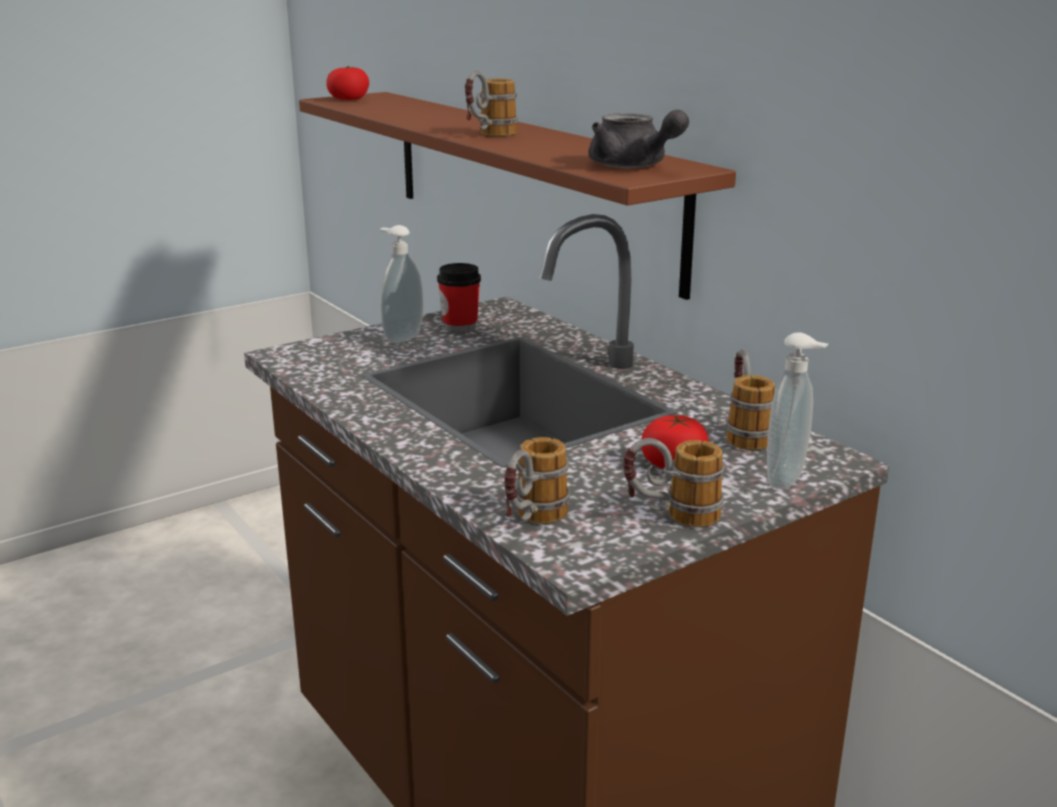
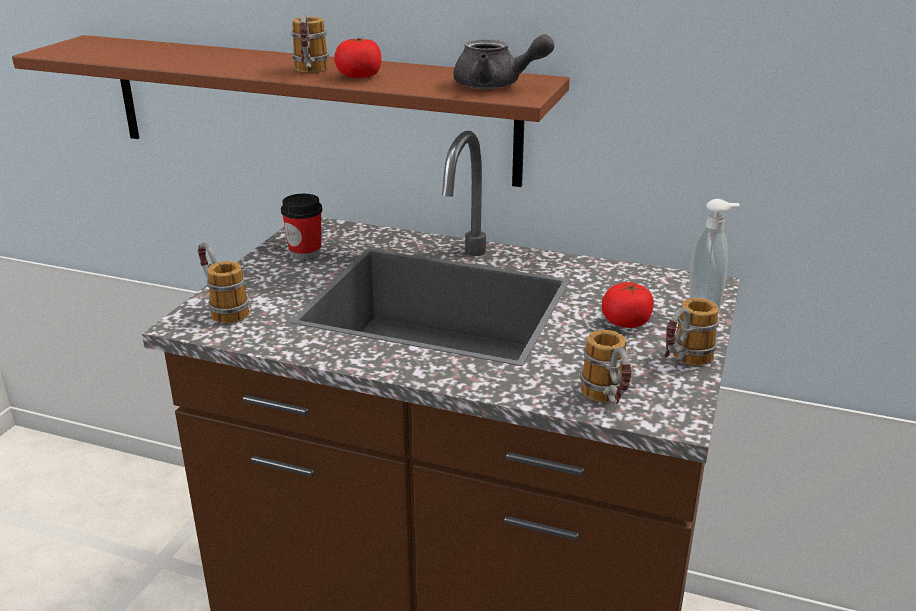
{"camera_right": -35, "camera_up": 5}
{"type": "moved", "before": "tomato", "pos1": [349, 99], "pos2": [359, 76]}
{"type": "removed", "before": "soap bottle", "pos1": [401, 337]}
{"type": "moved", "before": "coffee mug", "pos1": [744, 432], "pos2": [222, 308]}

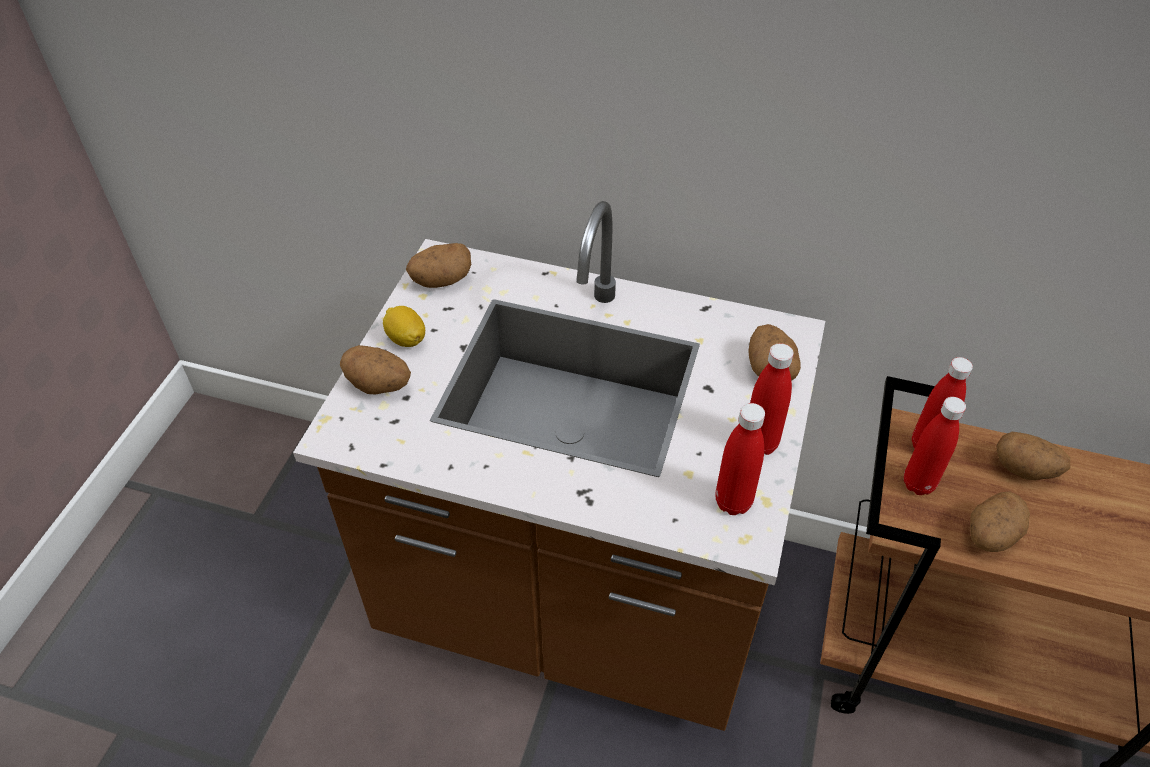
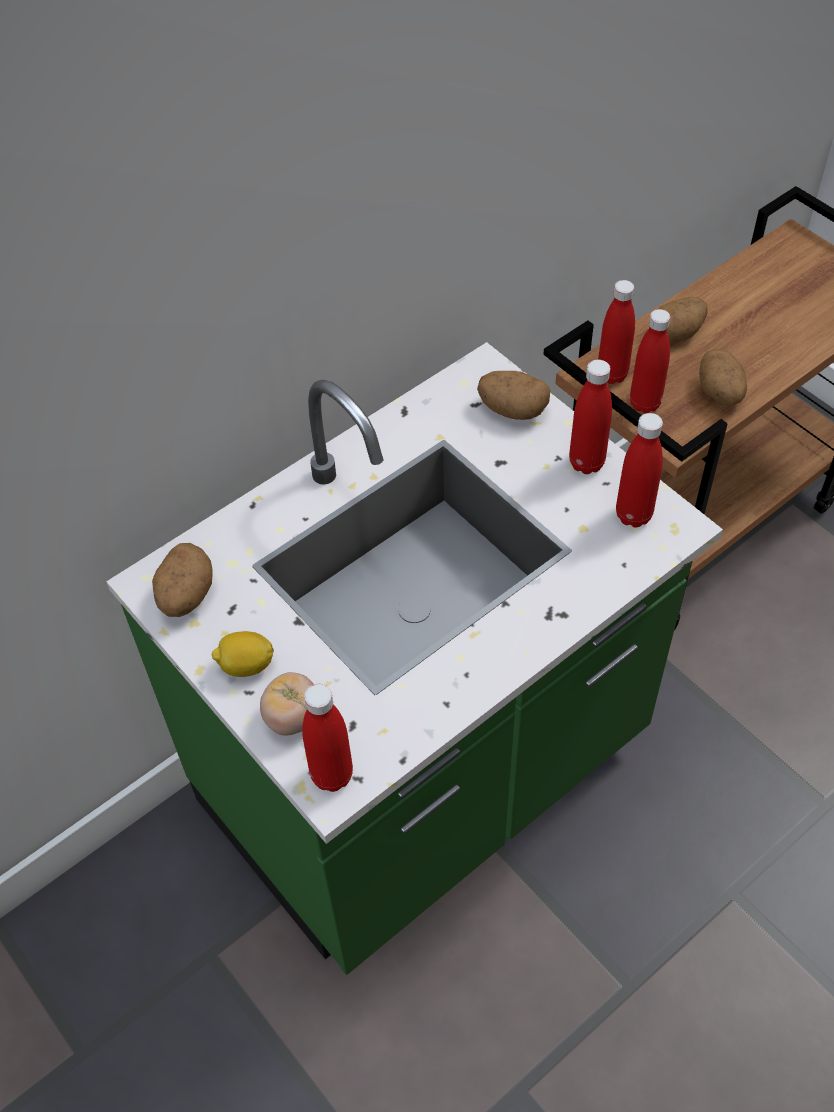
{"camera_right": -55, "camera_up": 5}
{"type": "recoloured", "before": "brown kitchen base unit", "after": "green kitchen base unit", "pos1": [575, 601], "pos2": [426, 777]}
{"type": "replaced", "before": "whole potato", "after": "tomato", "pos1": [380, 385], "pos2": [292, 717]}
{"type": "added", "after": "red beverage bottle", "pos2": [332, 775]}

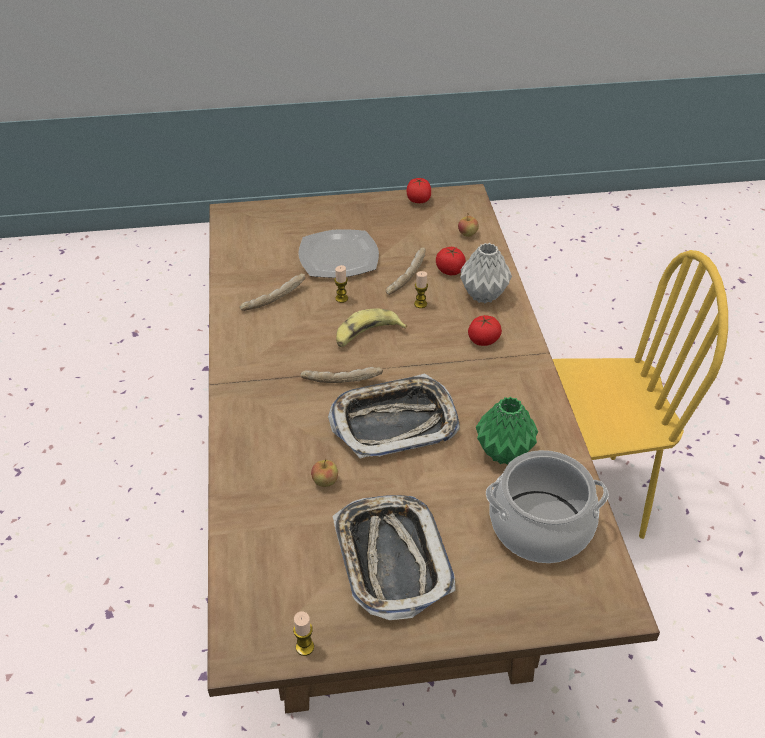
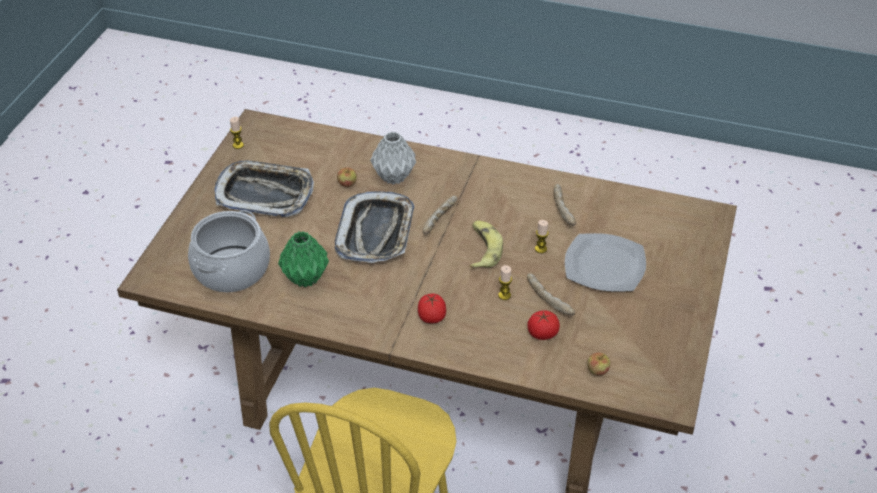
{"camera_right": 115, "camera_up": 0}
{"type": "removed", "before": "tomato", "pos1": [418, 200]}
{"type": "moved", "before": "gray vase", "pos1": [483, 294], "pos2": [394, 177]}

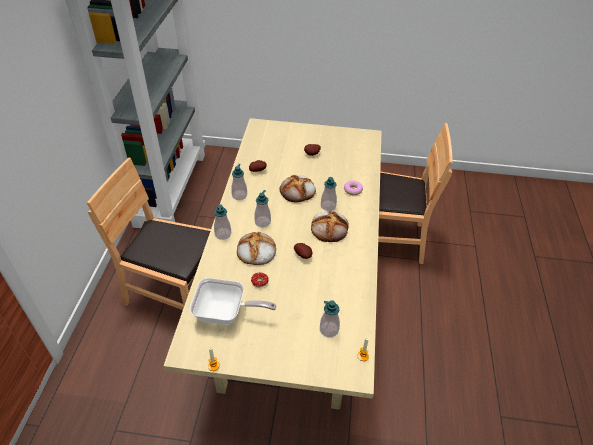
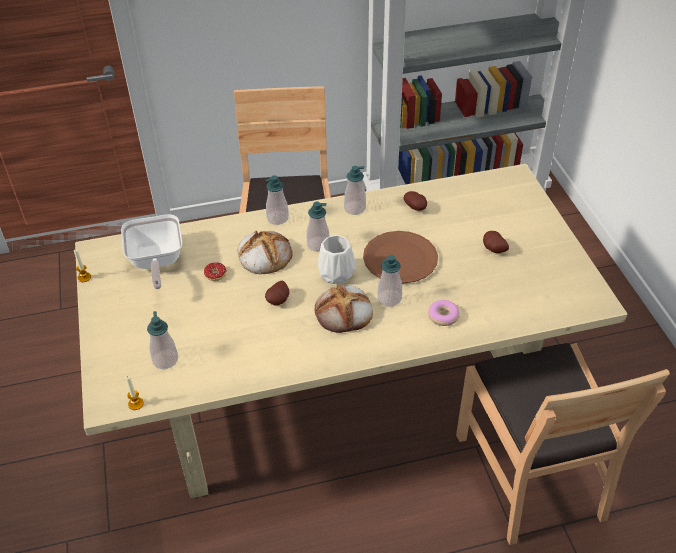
{"camera_right": 70, "camera_up": 0}
{"type": "replaced", "before": "bread", "after": "brown dinner plate", "pos1": [298, 191], "pos2": [400, 259]}
{"type": "added", "after": "whitish vase", "pos2": [336, 274]}

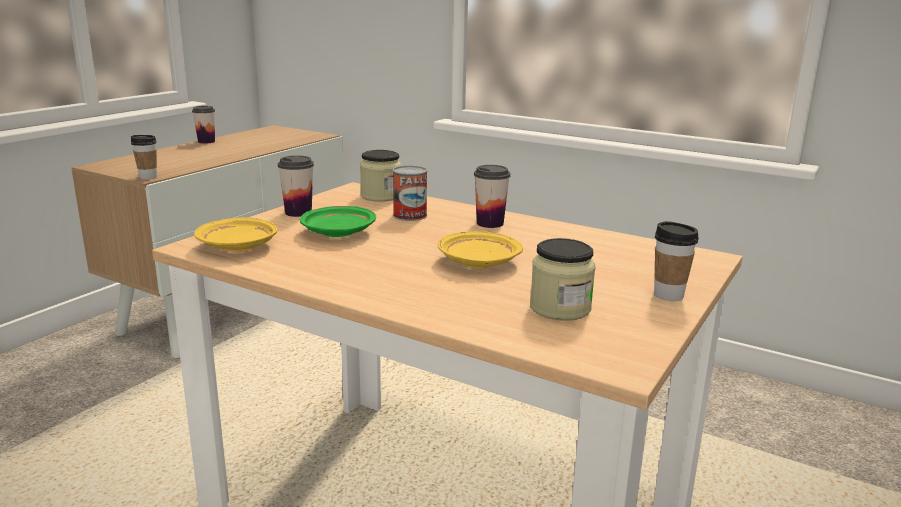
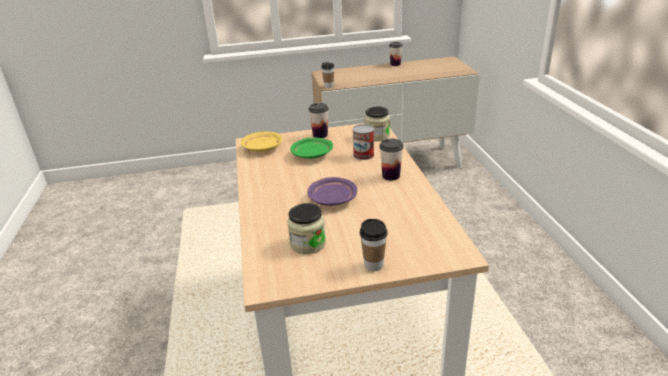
{"camera_right": 50, "camera_up": 10}
{"type": "recoloured", "before": "yellowish dinner plate", "after": "purple-coloured dinner plate", "pos1": [478, 262], "pos2": [332, 199]}

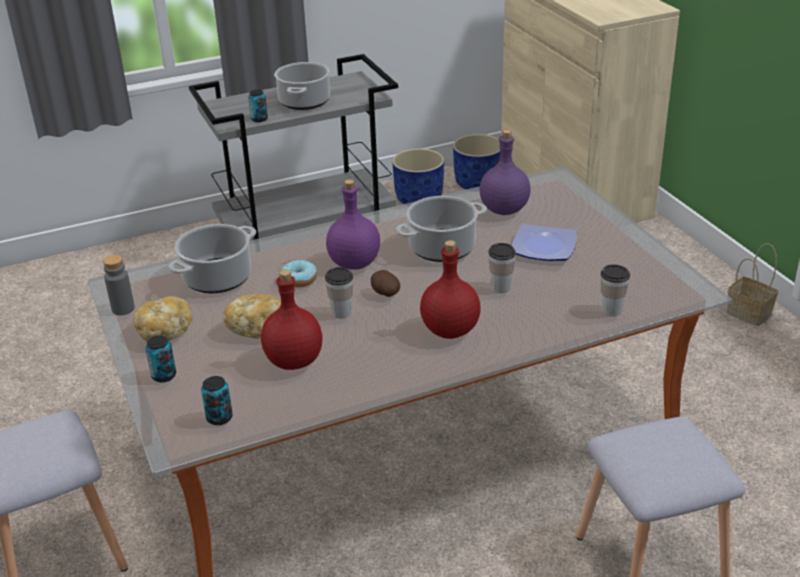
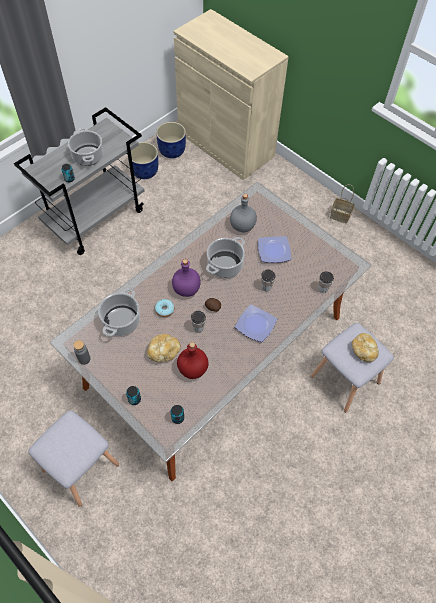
{"camera_right": -25, "camera_up": 25}
{"type": "moved", "before": "bread", "pos1": [165, 331], "pos2": [363, 350]}
{"type": "replaced", "before": "red beverage bottle", "after": "dinner plate", "pos1": [451, 330], "pos2": [256, 324]}
{"type": "recoloured", "before": "purple-coloured beverage bottle", "after": "gray beverage bottle", "pos1": [505, 209], "pos2": [243, 226]}

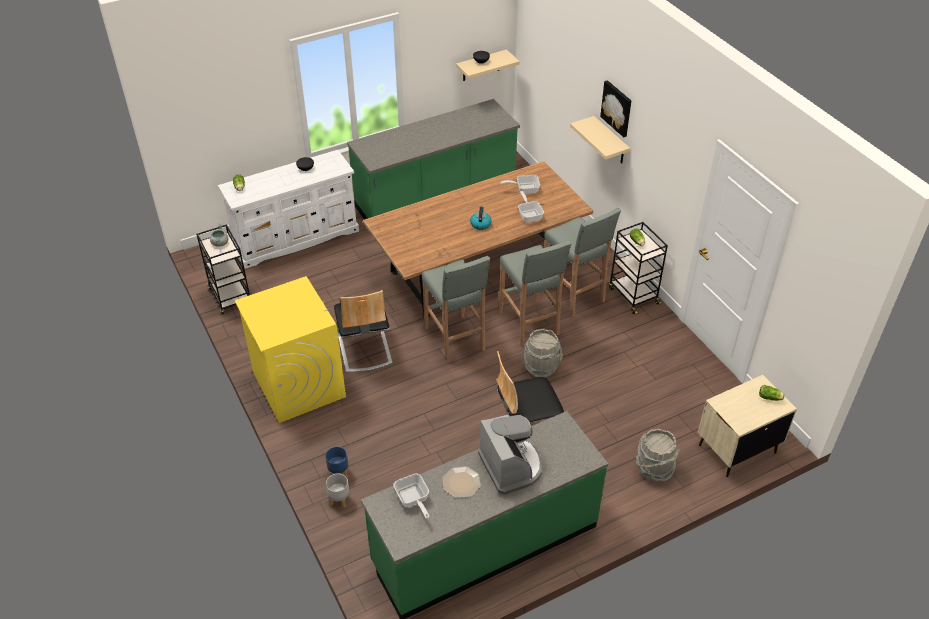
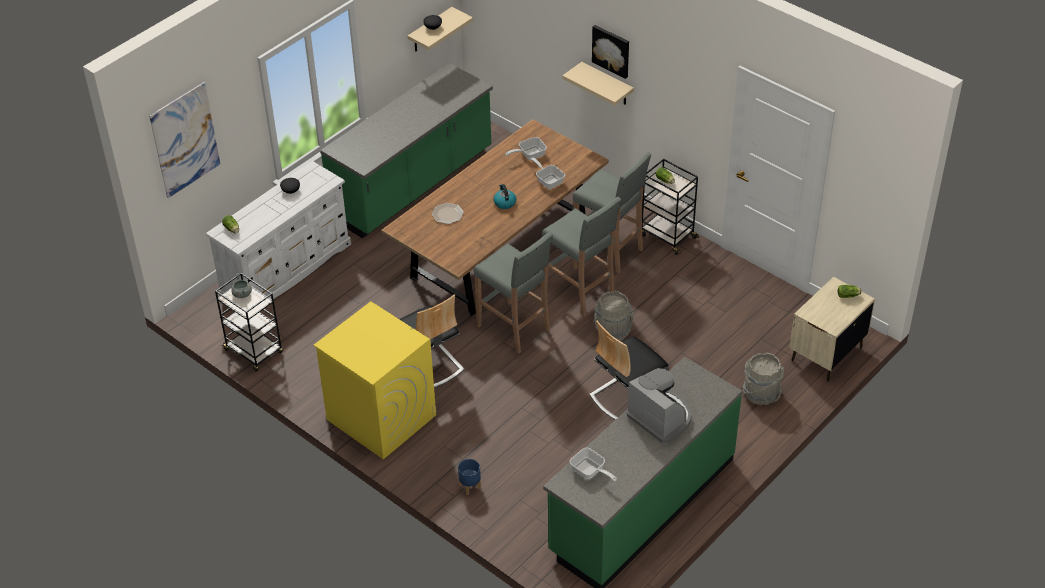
{"camera_right": -20, "camera_up": 0}
{"type": "removed", "before": "gray plant pot", "pos1": [339, 500]}
{"type": "moved", "before": "dinner plate", "pos1": [461, 482], "pos2": [447, 214]}
{"type": "added", "after": "wall picture", "pos2": [185, 140]}

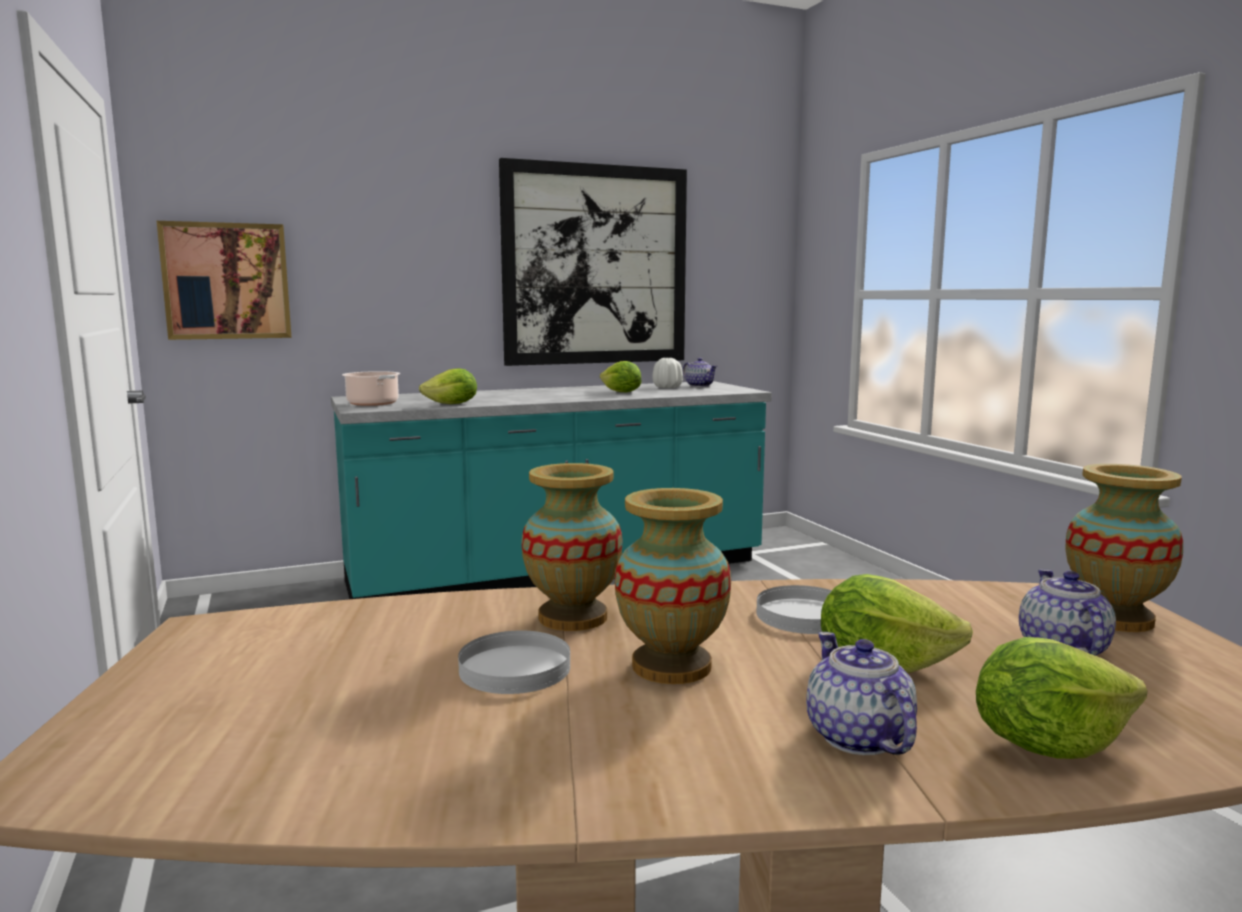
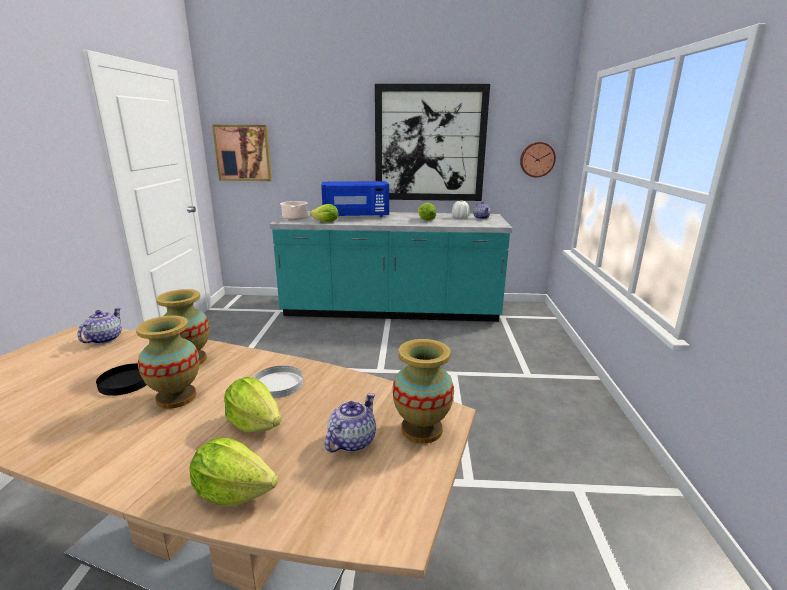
{"camera_right": 25, "camera_up": 10}
{"type": "recoloured", "before": "whitish dinner plate", "after": "blackish dinner plate", "pos1": [516, 668], "pos2": [126, 382]}
{"type": "moved", "before": "pot for tea", "pos1": [858, 738], "pos2": [104, 339]}
{"type": "added", "after": "blue-coloured kitchen microwave", "pos2": [356, 216]}
{"type": "added", "after": "clock on the wall", "pos2": [537, 159]}

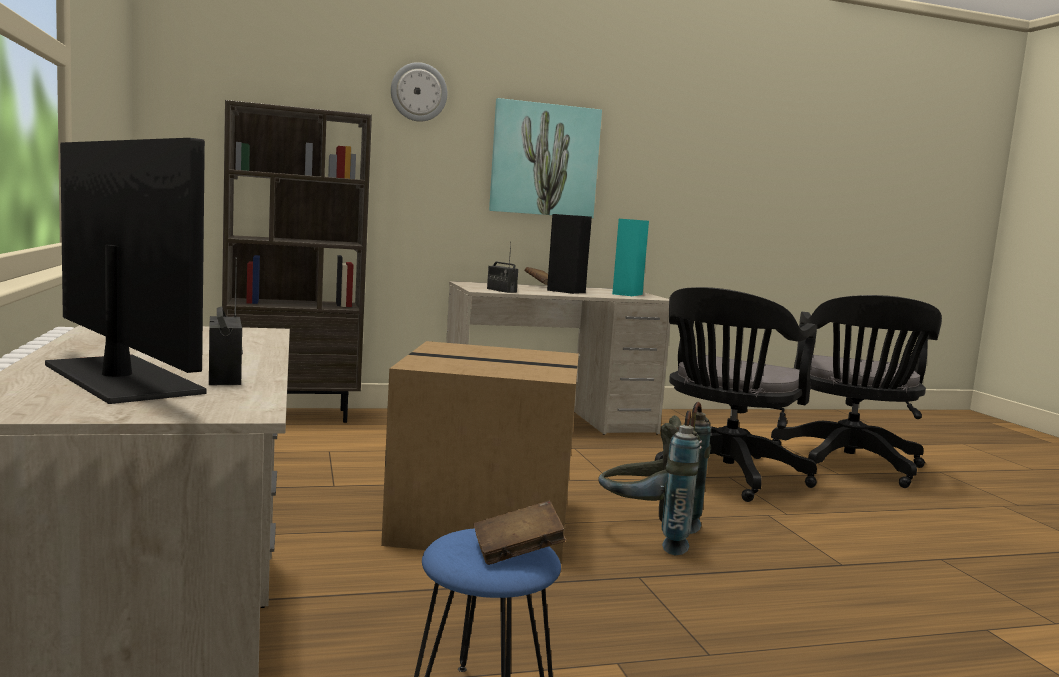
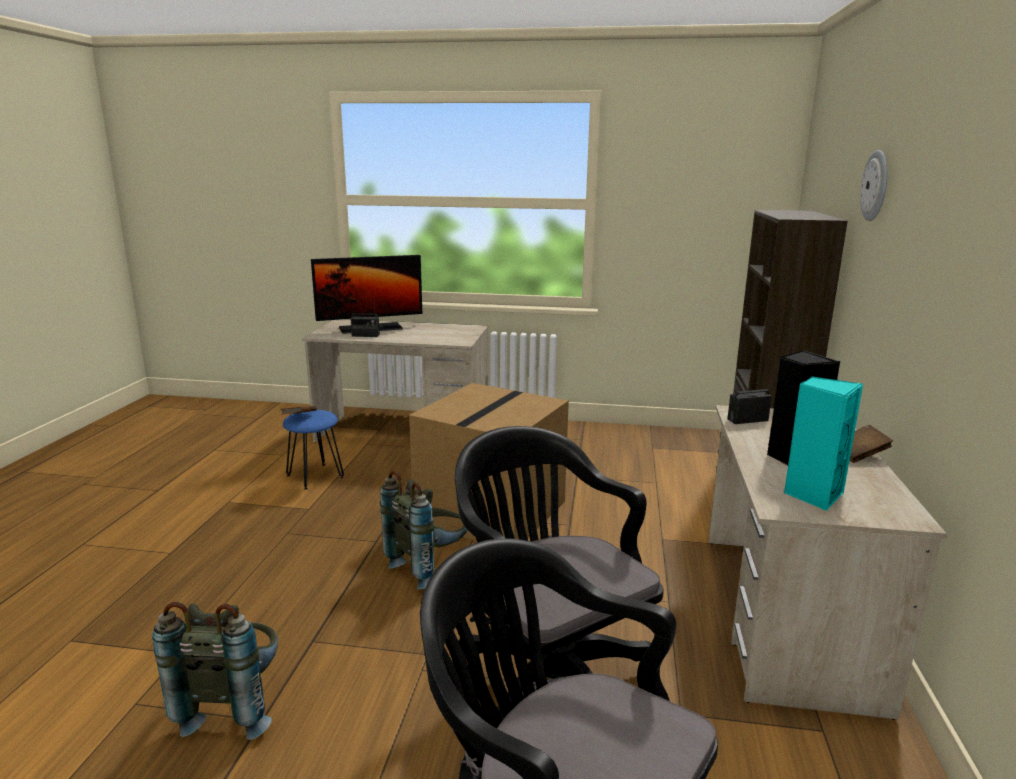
{"camera_right": 115, "camera_up": 10}
{"type": "removed", "before": "wall picture", "pos1": [544, 160]}
{"type": "added", "after": "gray rucksack", "pos2": [233, 705]}

